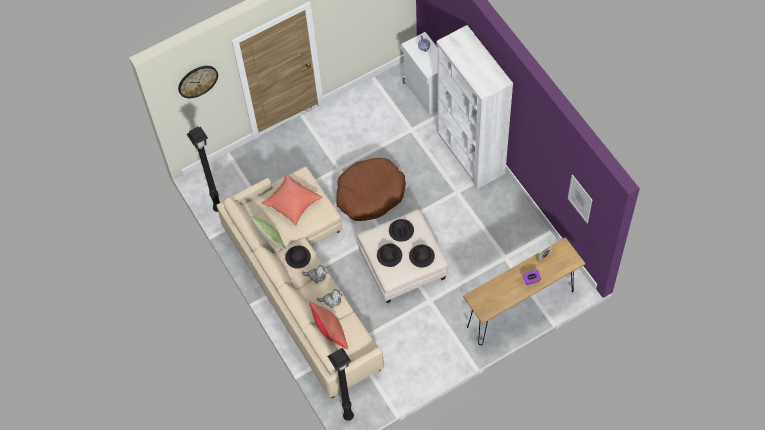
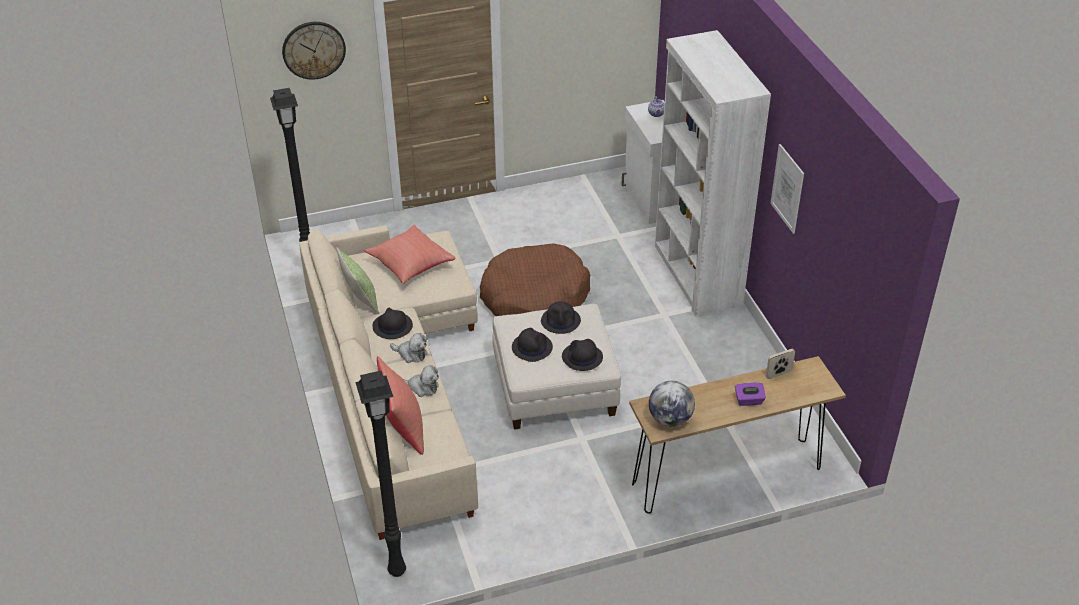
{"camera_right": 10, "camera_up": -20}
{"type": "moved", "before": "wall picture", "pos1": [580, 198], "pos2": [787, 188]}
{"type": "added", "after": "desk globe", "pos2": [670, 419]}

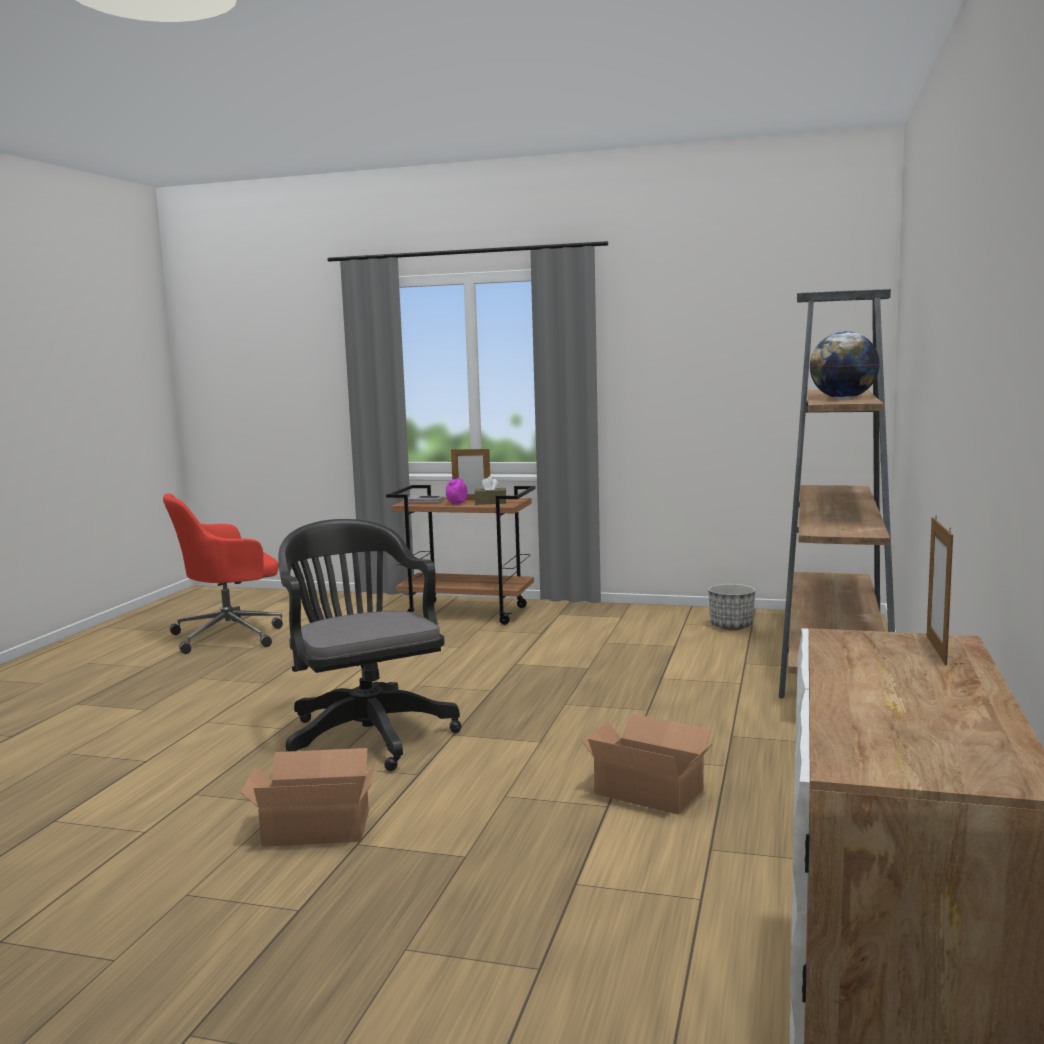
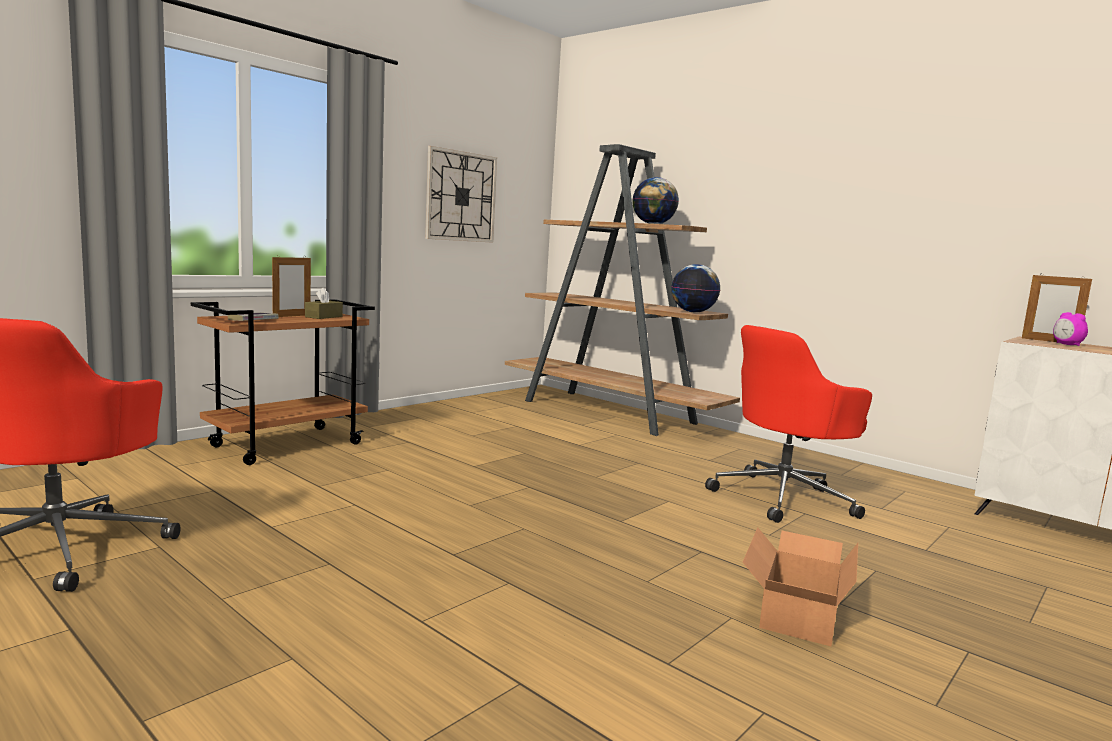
{"camera_right": -65, "camera_up": 0}
{"type": "removed", "before": "blackish computer chair", "pos1": [366, 734]}
{"type": "moved", "before": "bedside clock", "pos1": [456, 503], "pos2": [1067, 344]}
{"type": "replaced", "before": "carton", "after": "red computer chair", "pos1": [648, 789], "pos2": [784, 498]}
{"type": "removed", "before": "plant pot", "pos1": [731, 626]}
{"type": "added", "after": "clock on the wall", "pos2": [461, 196]}
{"type": "added", "after": "desk globe", "pos2": [693, 312]}

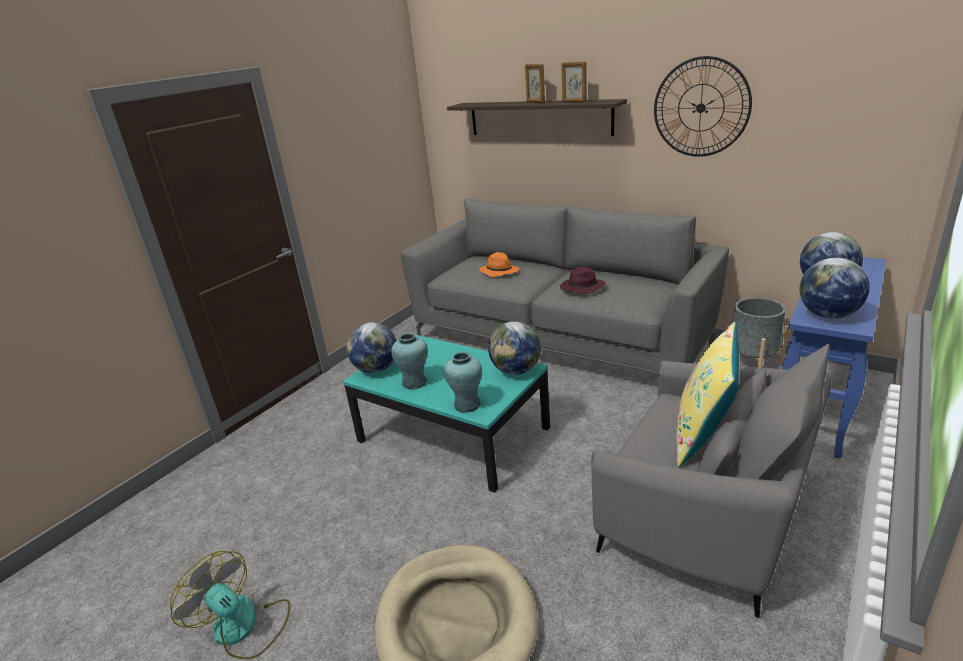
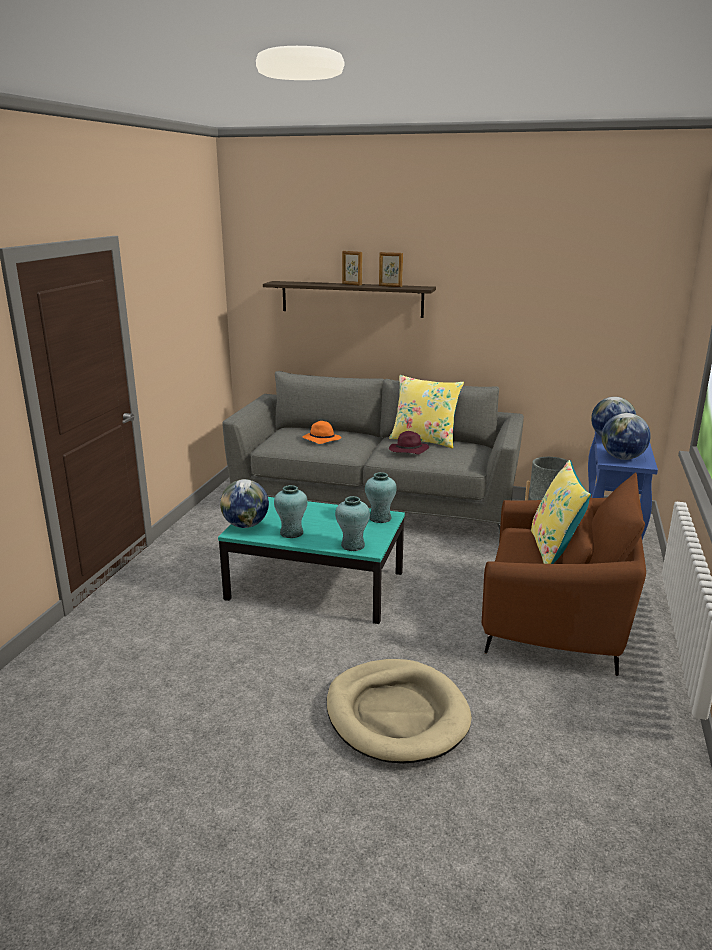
{"camera_right": -20, "camera_up": -5}
{"type": "removed", "before": "cooling fan", "pos1": [243, 628]}
{"type": "replaced", "before": "desk globe", "after": "turquoise vase", "pos1": [516, 371], "pos2": [380, 518]}
{"type": "recoloured", "before": "gray lounge chair", "after": "brown lounge chair", "pos1": [706, 516], "pos2": [556, 620]}
{"type": "removed", "before": "clock on the wall", "pos1": [701, 108]}
{"type": "added", "after": "yellowish pillow", "pos2": [424, 440]}

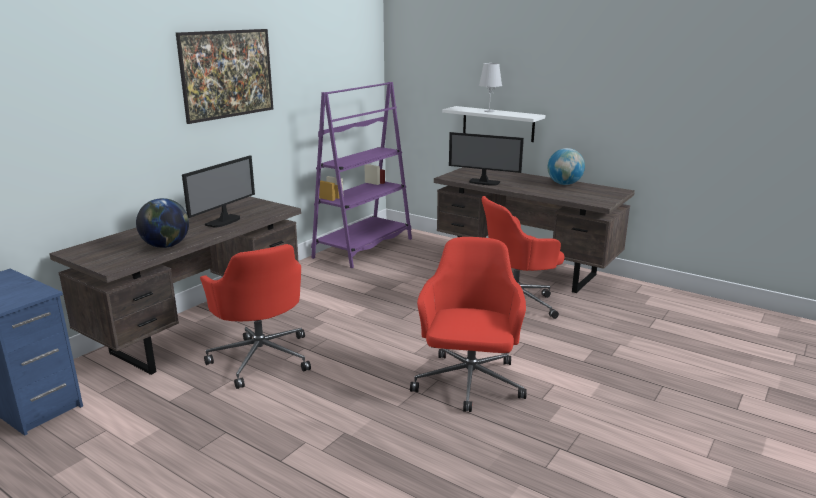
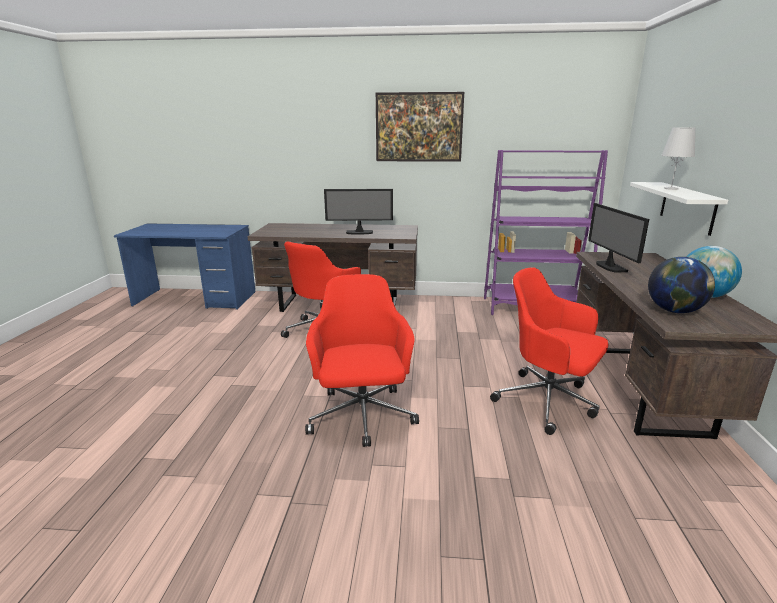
{"camera_right": 60, "camera_up": 0}
{"type": "moved", "before": "desk globe", "pos1": [166, 246], "pos2": [674, 311]}
{"type": "turned", "before": "red computer chair", "pos1": [469, 384], "pos2": [362, 417], "turn": -75}

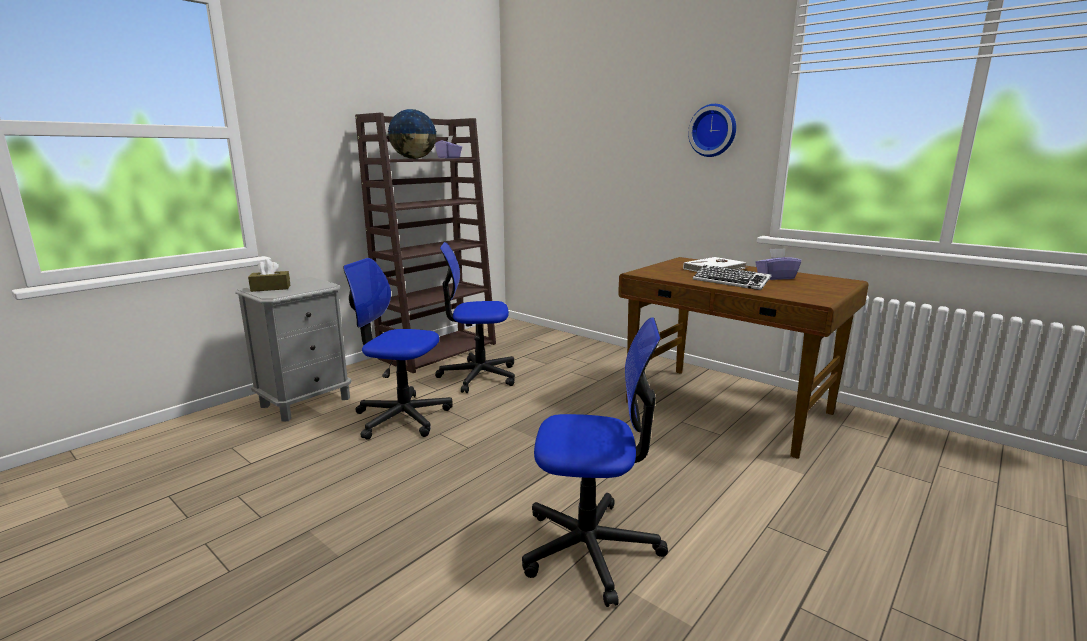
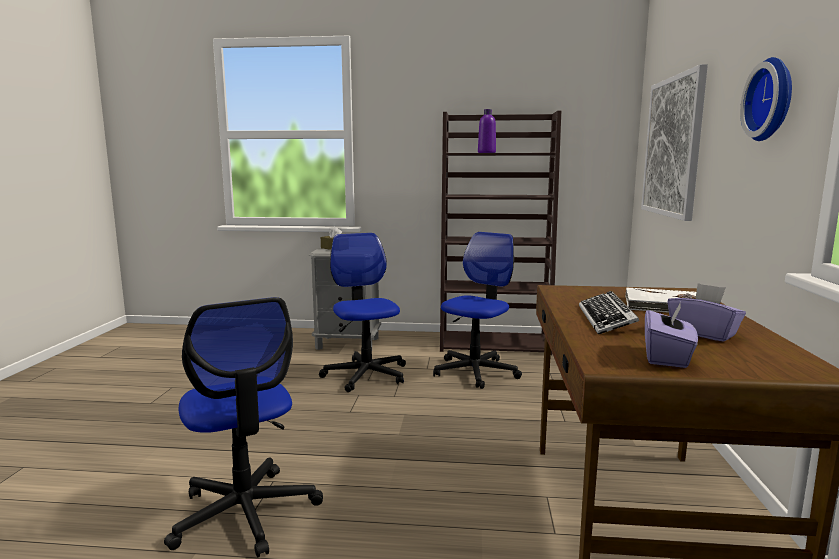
{"camera_right": 55, "camera_up": -5}
{"type": "replaced", "before": "desk globe", "after": "purple-coloured beverage bottle", "pos1": [414, 158], "pos2": [486, 152]}
{"type": "moved", "before": "purple-coloured tissue box", "pos1": [449, 158], "pos2": [667, 357]}
{"type": "turned", "before": "computer chair", "pos1": [478, 376], "pos2": [475, 372], "turn": 75}
{"type": "added", "after": "wall picture", "pos2": [673, 147]}

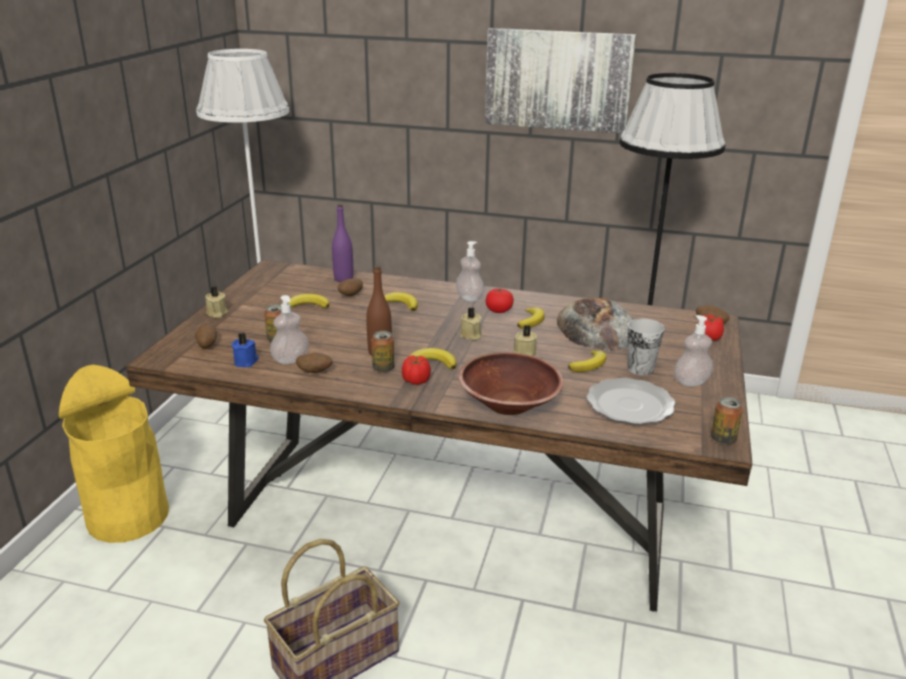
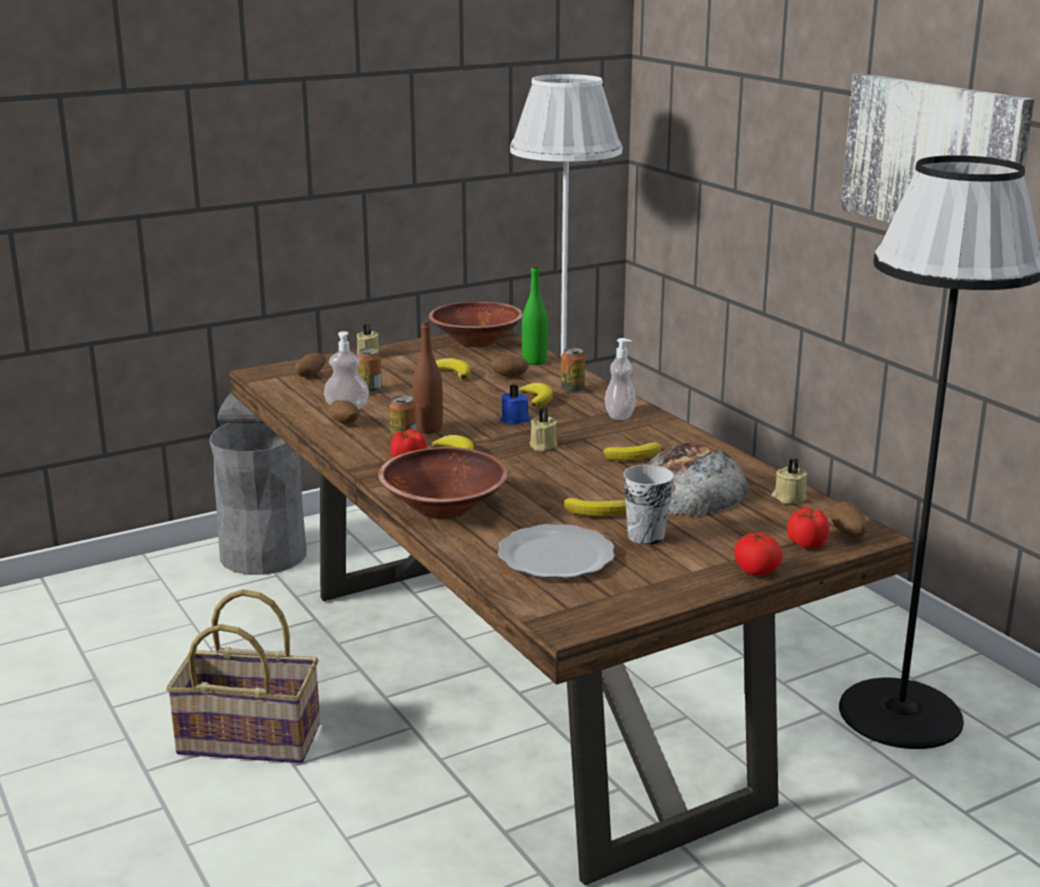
{"camera_right": 45, "camera_up": -5}
{"type": "recoloured", "before": "yellowish waste bin", "after": "gray waste bin", "pos1": [128, 516], "pos2": [263, 555]}
{"type": "moved", "before": "blue-coloured candle", "pos1": [246, 361], "pos2": [515, 420]}
{"type": "recoloured", "before": "purple-coloured beverage bottle", "after": "green beverage bottle", "pos1": [343, 279], "pos2": [534, 361]}
{"type": "moved", "before": "tomato", "pos1": [499, 311], "pos2": [756, 571]}
{"type": "moved", "before": "beige-coloured candle", "pos1": [523, 353], "pos2": [788, 498]}
{"type": "removed", "before": "soap bottle", "pos1": [691, 382]}
{"type": "moved", "before": "metal can", "pos1": [723, 439], "pos2": [572, 389]}
{"type": "added", "after": "brown bowl", "pos2": [476, 342]}

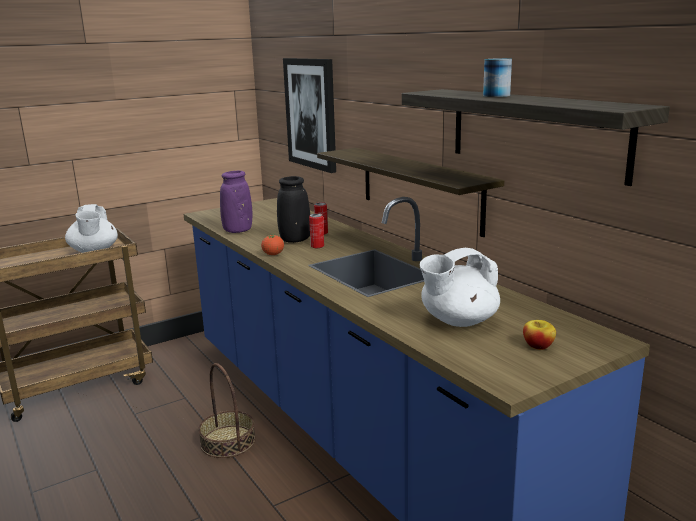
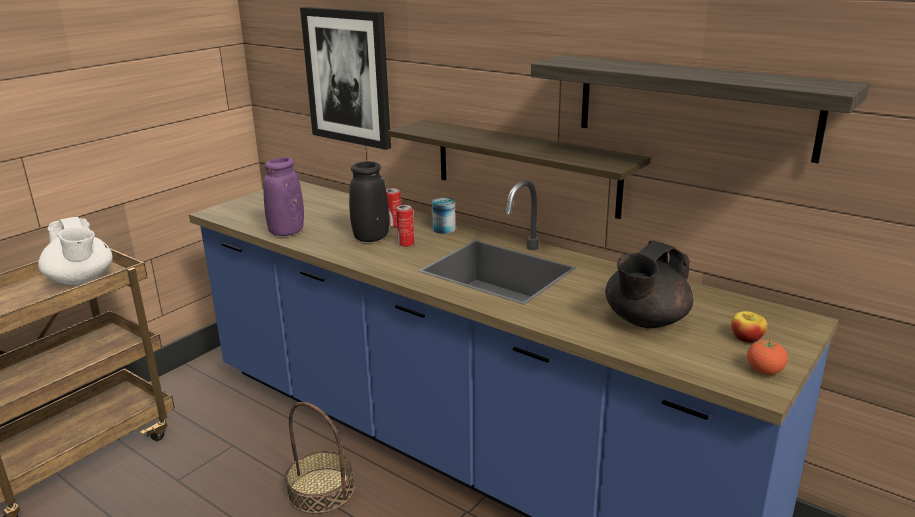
{"camera_right": -20, "camera_up": 5}
{"type": "moved", "before": "tomato", "pos1": [273, 254], "pos2": [764, 371]}
{"type": "recoloured", "before": "whitish pot for tea", "after": "blackish pot for tea", "pos1": [458, 321], "pos2": [645, 321]}
{"type": "moved", "before": "metal can", "pos1": [496, 95], "pos2": [444, 229]}

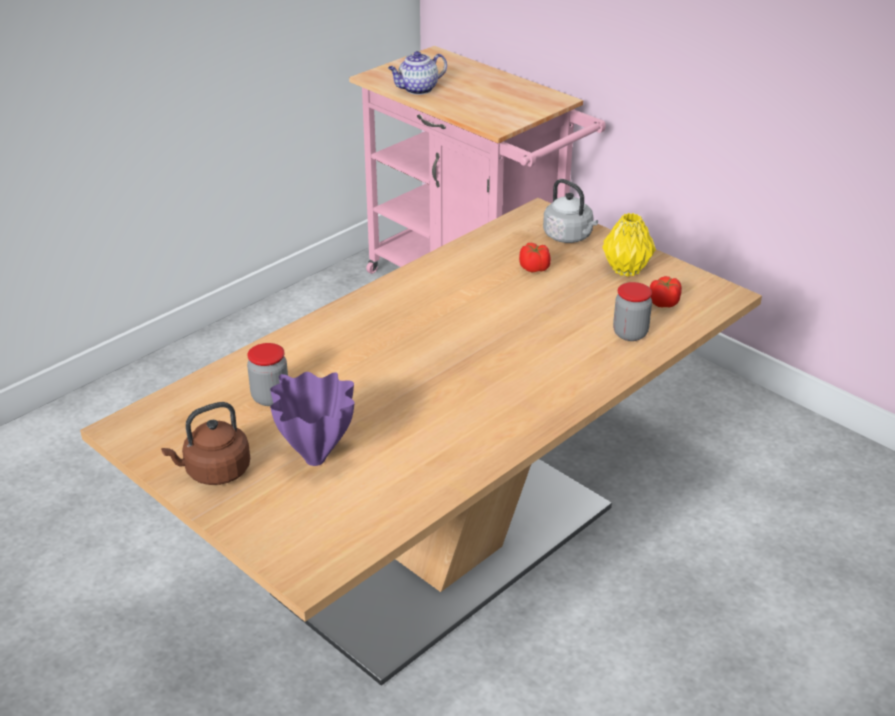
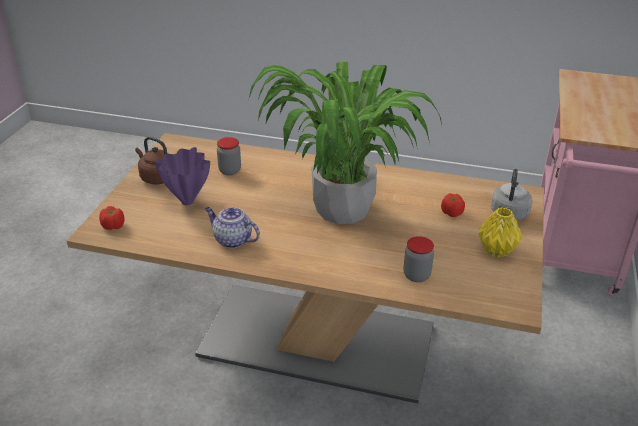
{"camera_right": 60, "camera_up": 0}
{"type": "moved", "before": "pot for tea", "pos1": [417, 89], "pos2": [232, 240]}
{"type": "moved", "before": "tomato", "pos1": [664, 303], "pos2": [113, 226]}
{"type": "added", "after": "plant in a pot", "pos2": [344, 209]}

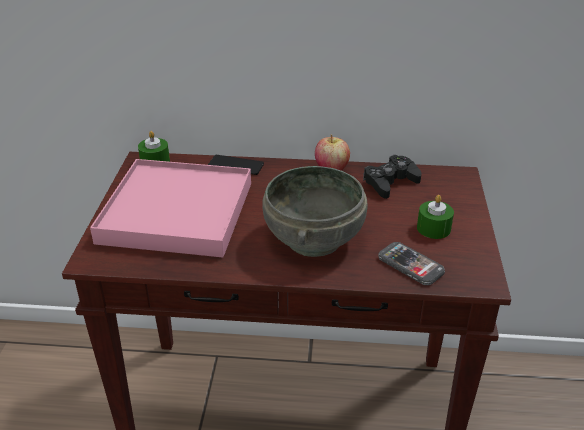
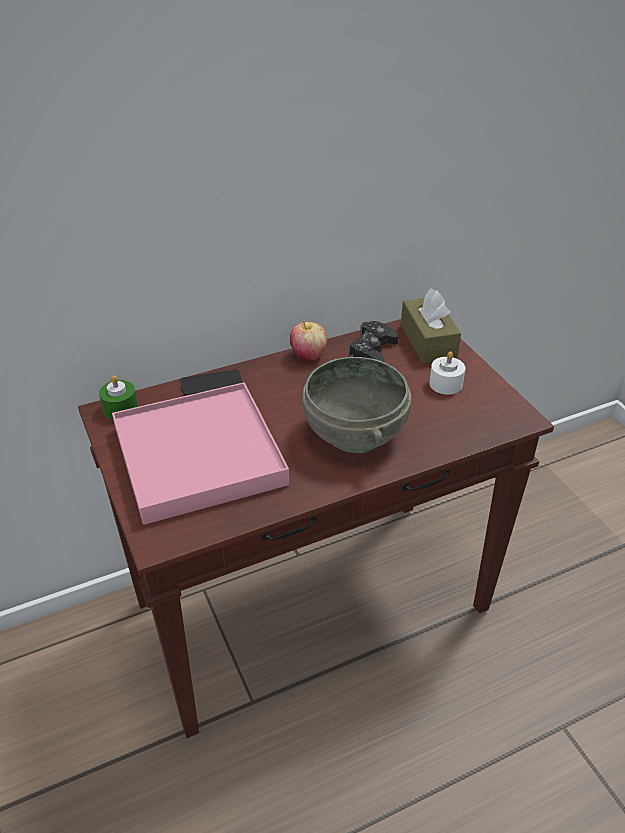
{"camera_right": -30, "camera_up": 5}
{"type": "removed", "before": "phone", "pos1": [410, 265]}
{"type": "recoloured", "before": "green candle", "after": "whitish candle", "pos1": [433, 228], "pos2": [445, 384]}
{"type": "added", "after": "brown tissue box", "pos2": [428, 341]}

